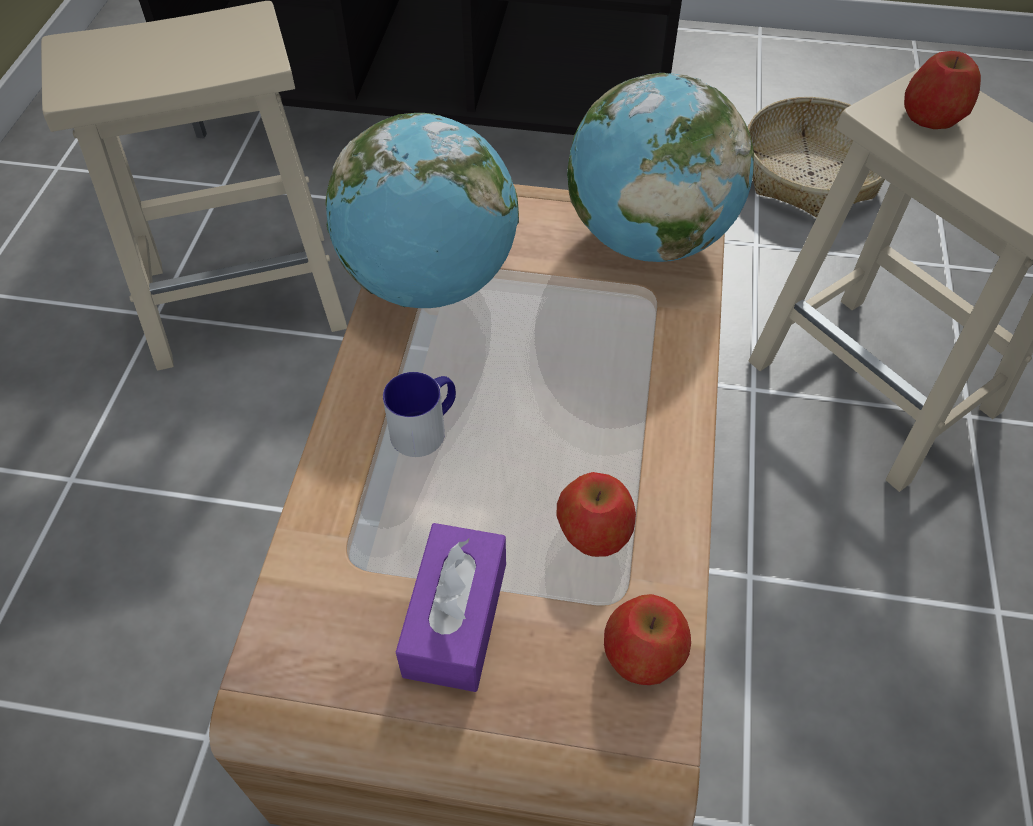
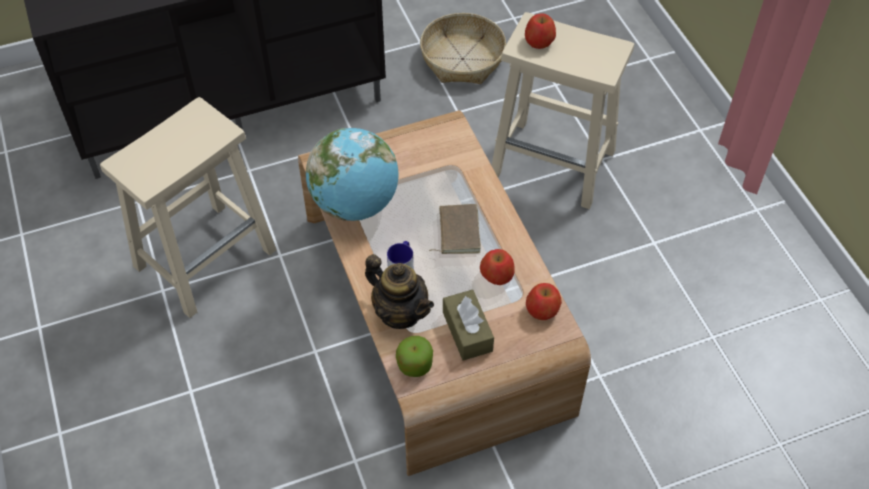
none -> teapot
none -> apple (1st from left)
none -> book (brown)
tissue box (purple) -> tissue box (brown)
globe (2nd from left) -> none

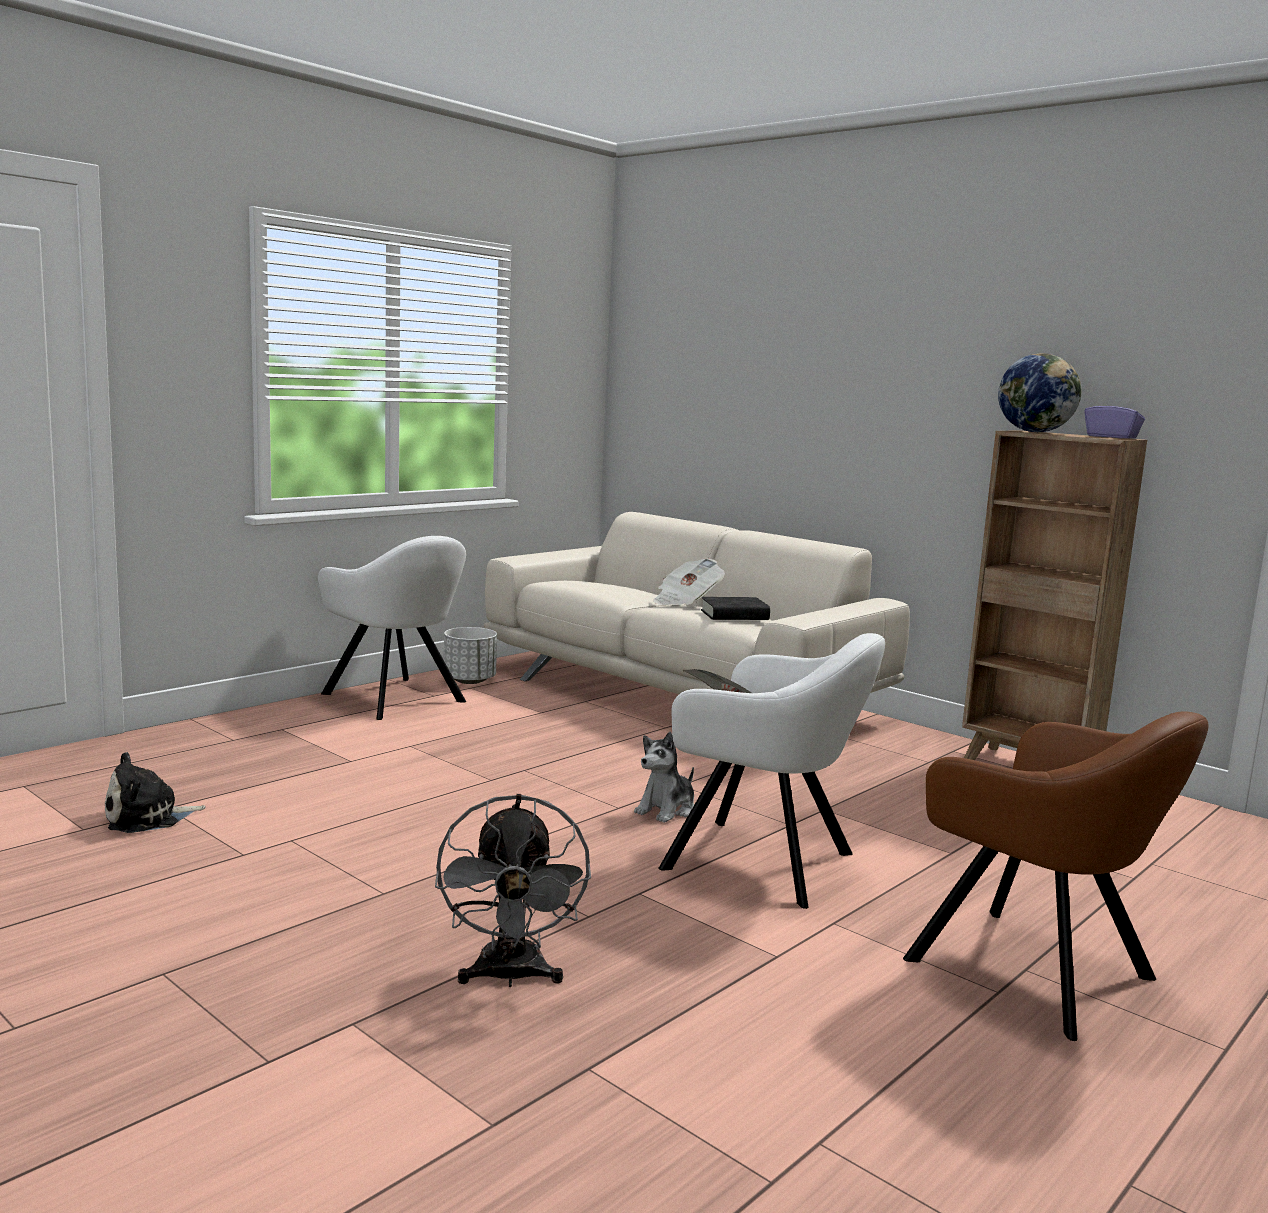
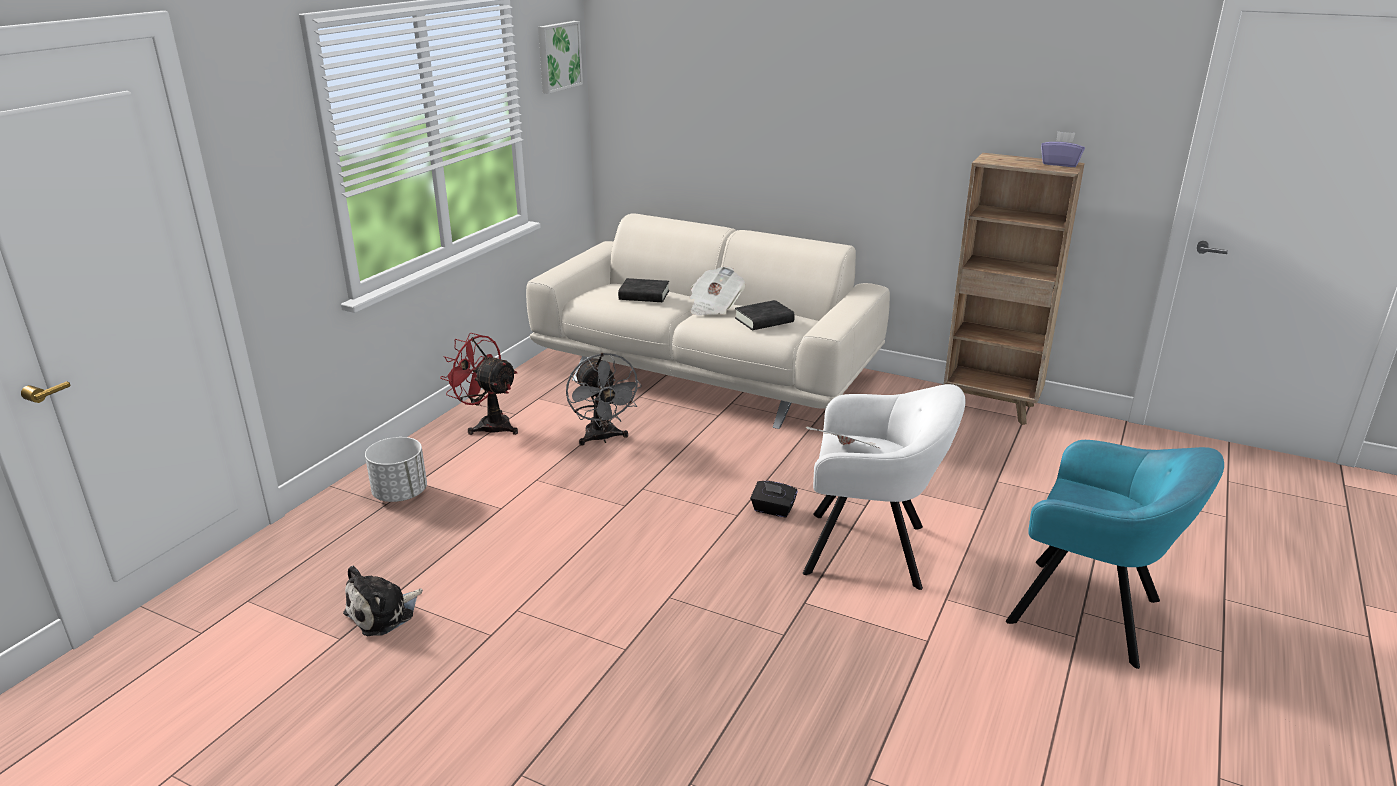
planter (white), moved
armchair (white) (1st from left) -> fan (red)
none -> picture
fan (grey), moved
none -> book (black) (1st from left)
plush toy (2nd from left) -> tissue box (black)
armchair (brown) -> armchair (turquoise)
globe -> none

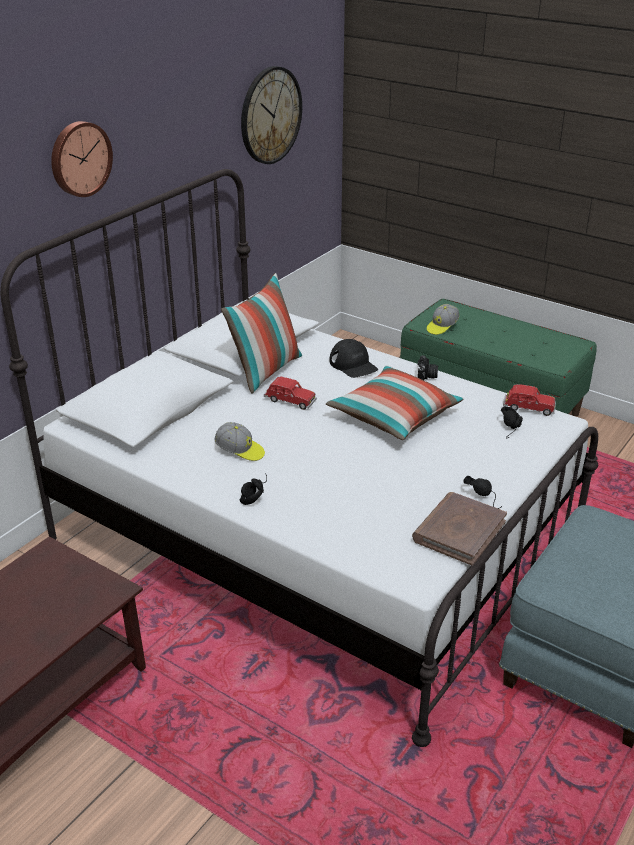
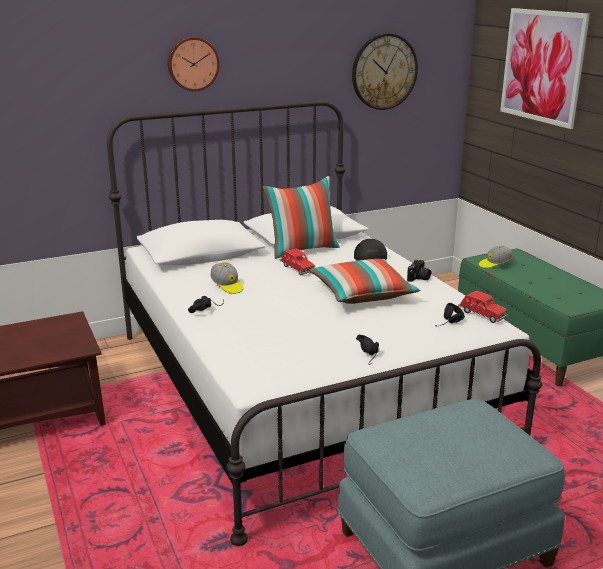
none -> picture
book (brown) -> none

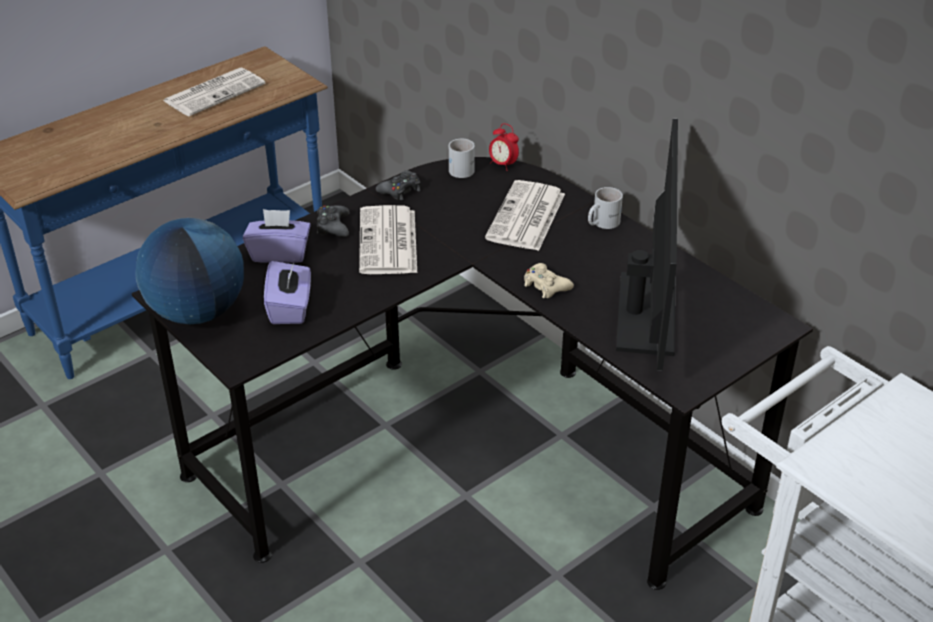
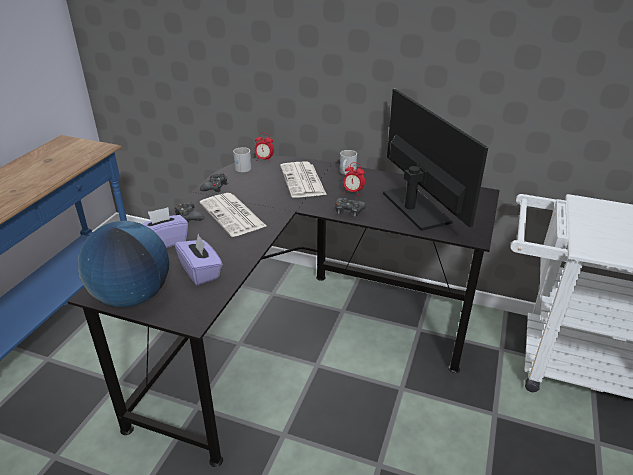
game controller (beige) -> game controller (black) (3rd from left)
none -> alarm clock (2nd from left)
newspaper (1st from left) -> none

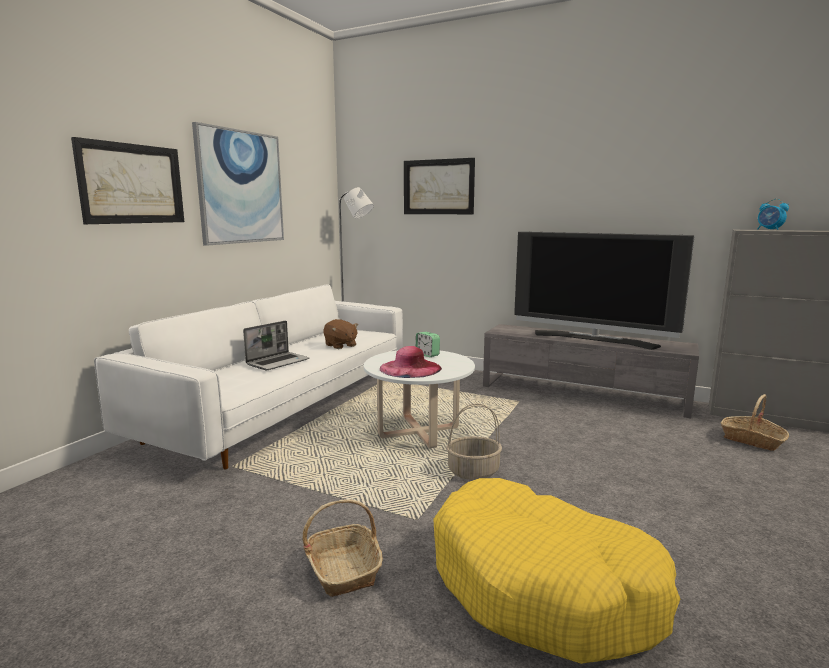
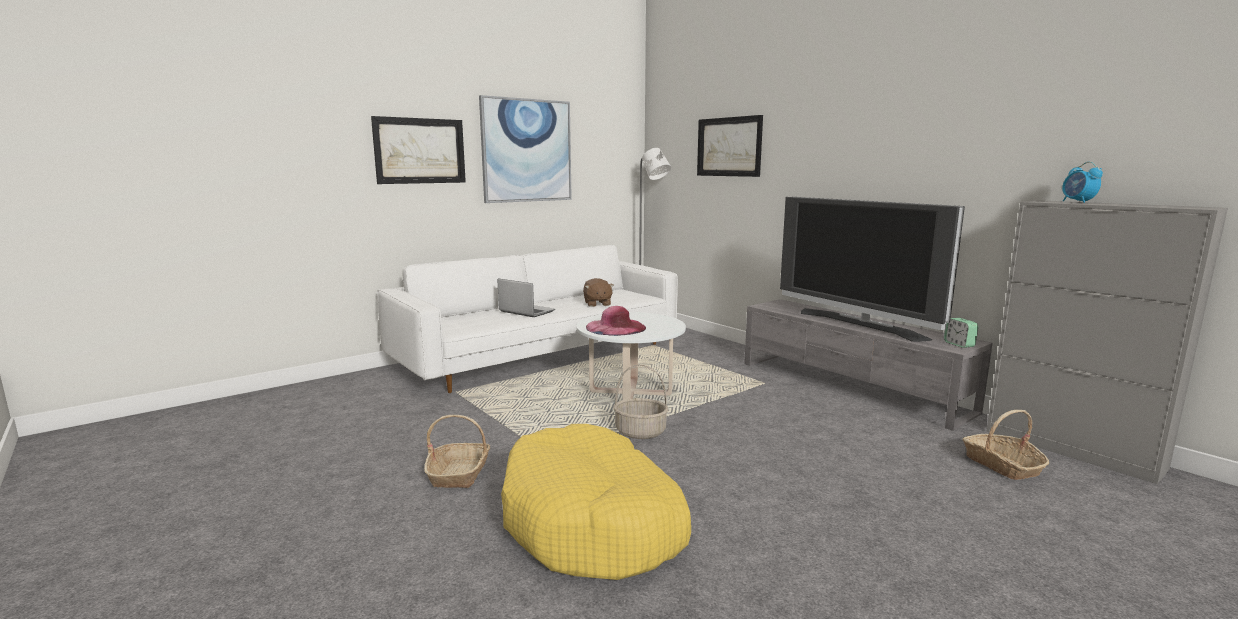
laptop, 120 degrees counterclockwise
alarm clock (1st from left), moved

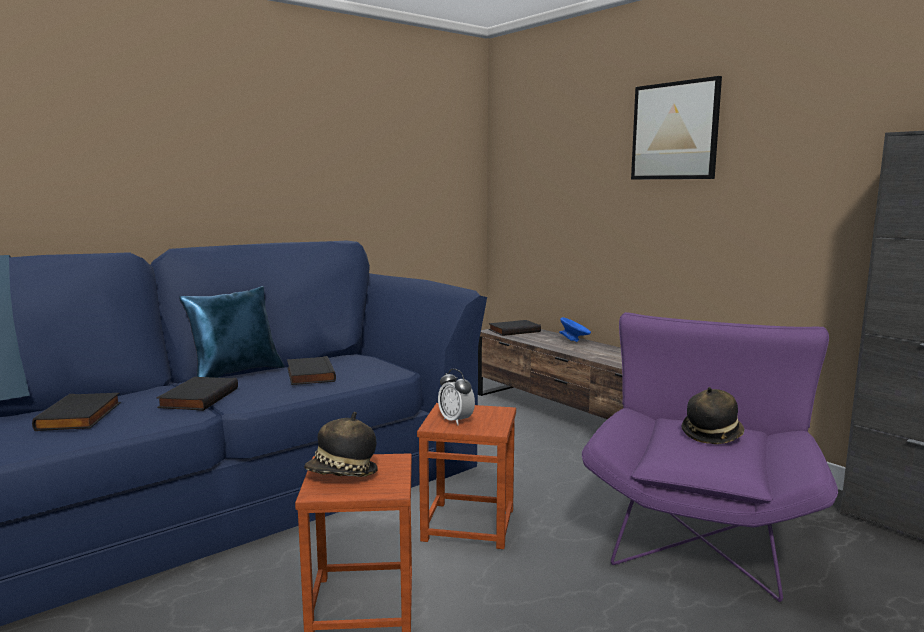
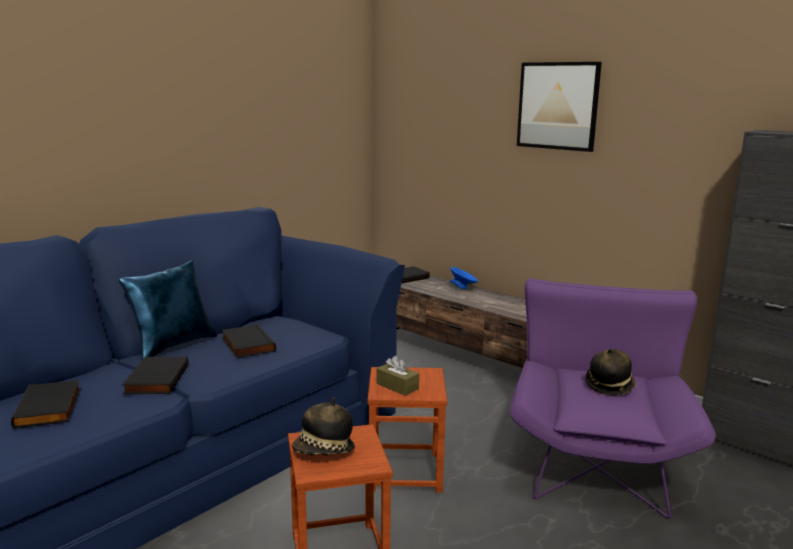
alarm clock -> tissue box (brown)

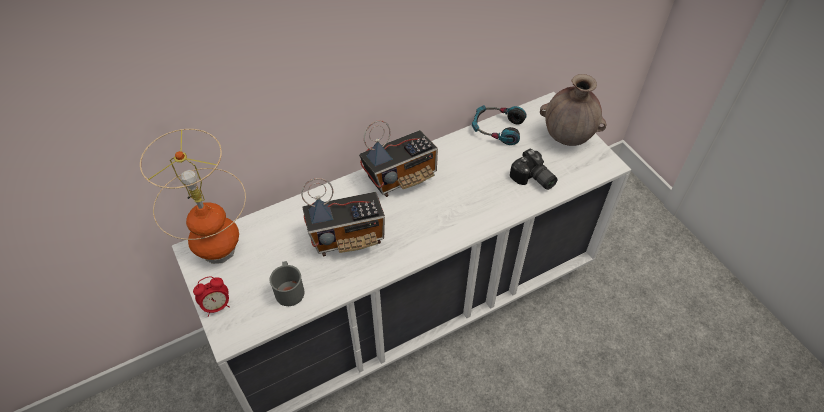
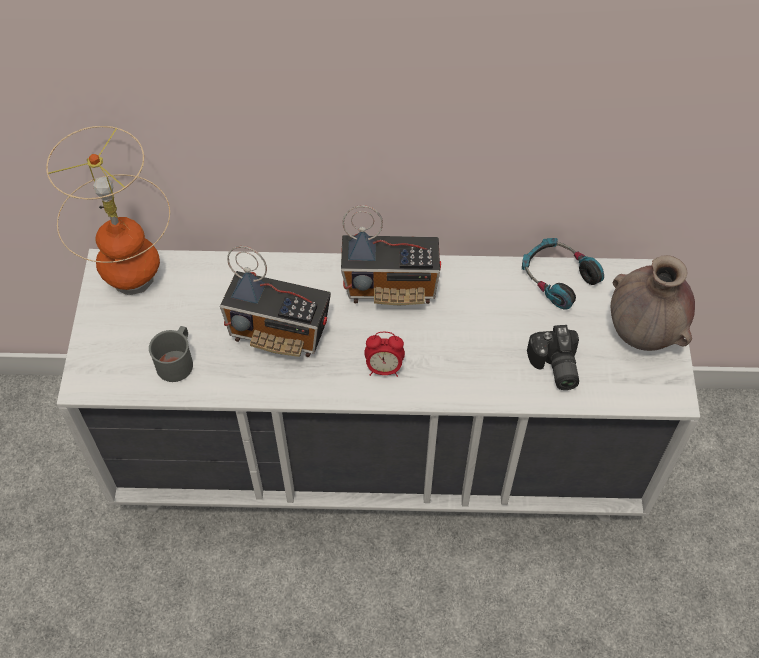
alarm clock, moved

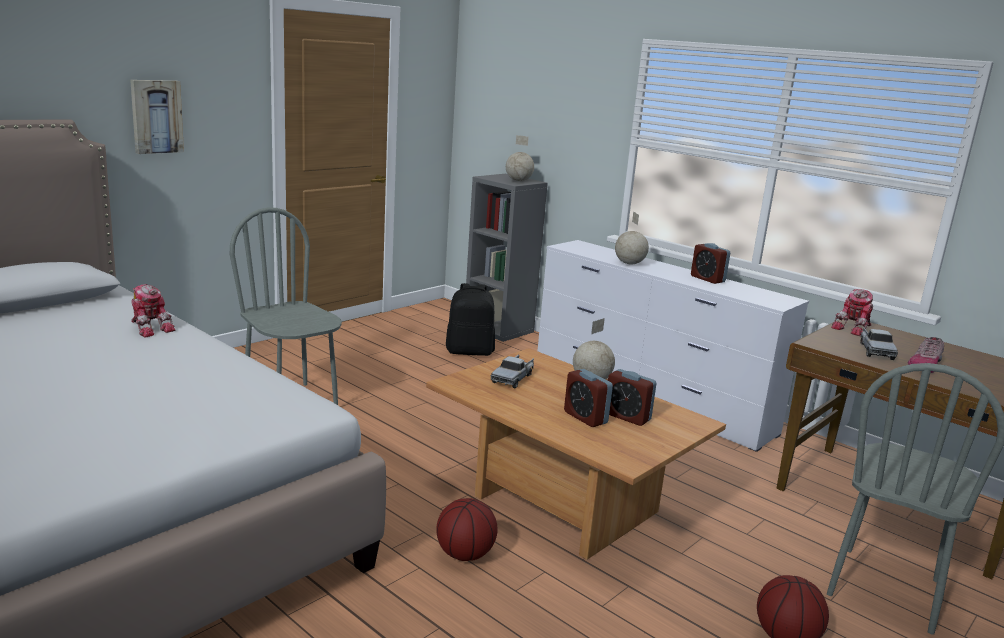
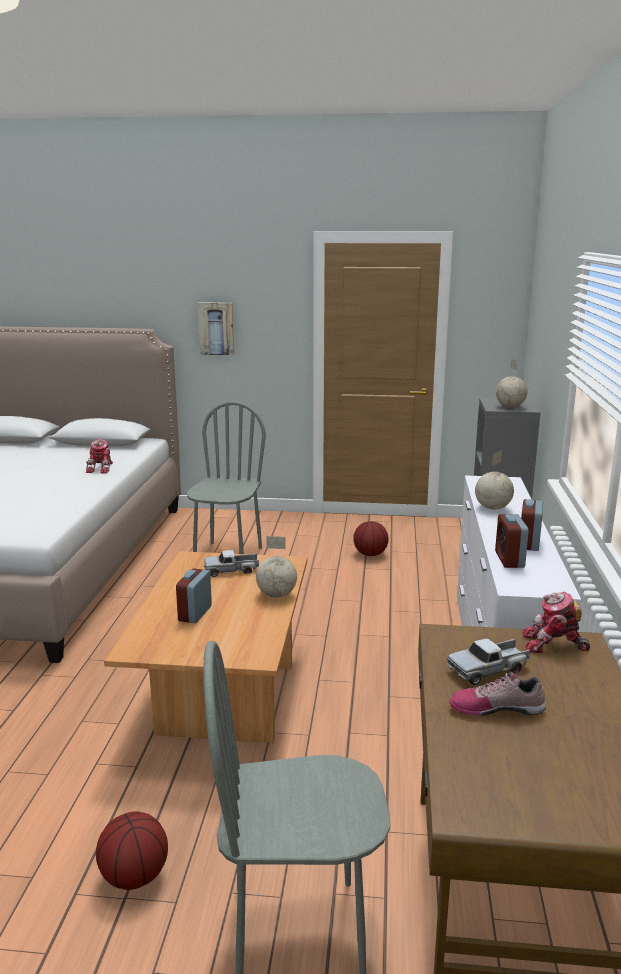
basketball (1st from left in the first image) -> basketball (2nd from left), moved
alarm clock (2nd from left), moved
backpack (black) -> none

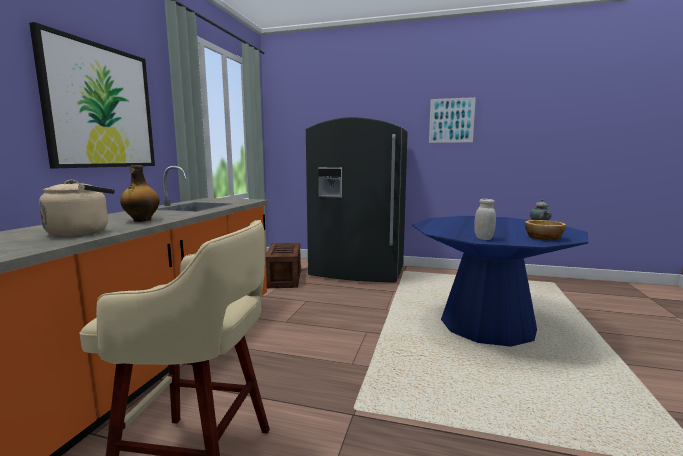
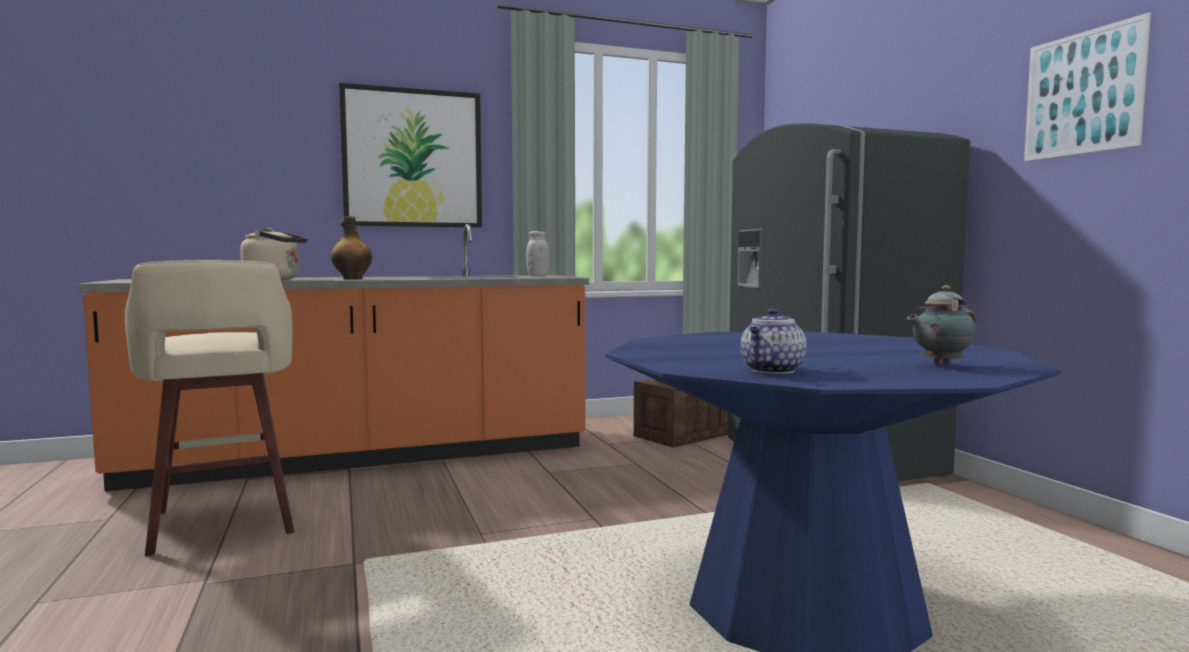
jar (white), moved
bowl -> teapot (1st from left)

